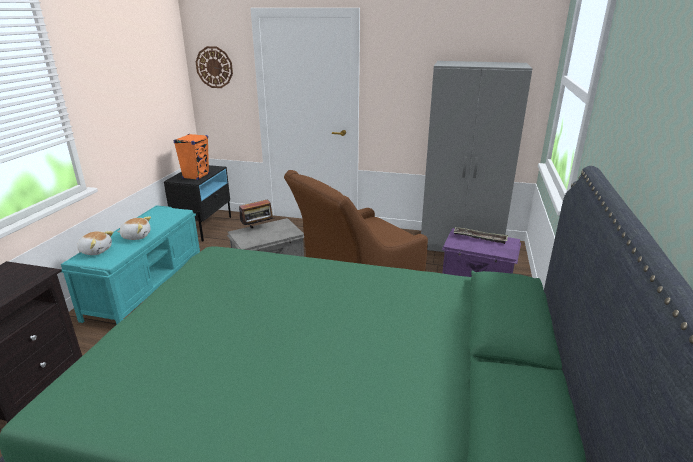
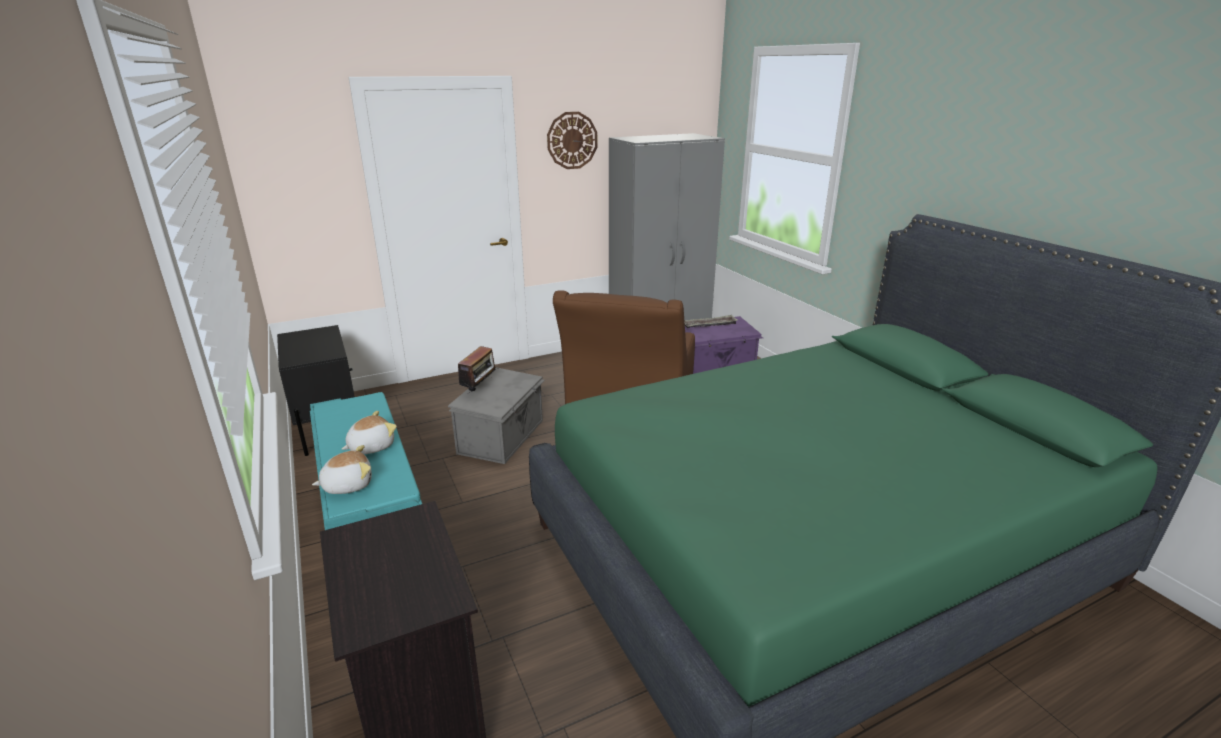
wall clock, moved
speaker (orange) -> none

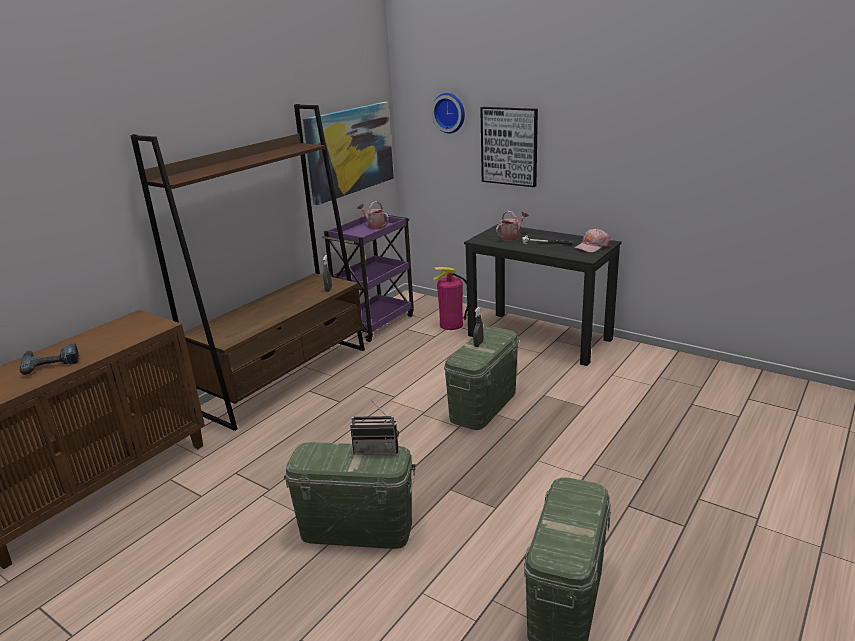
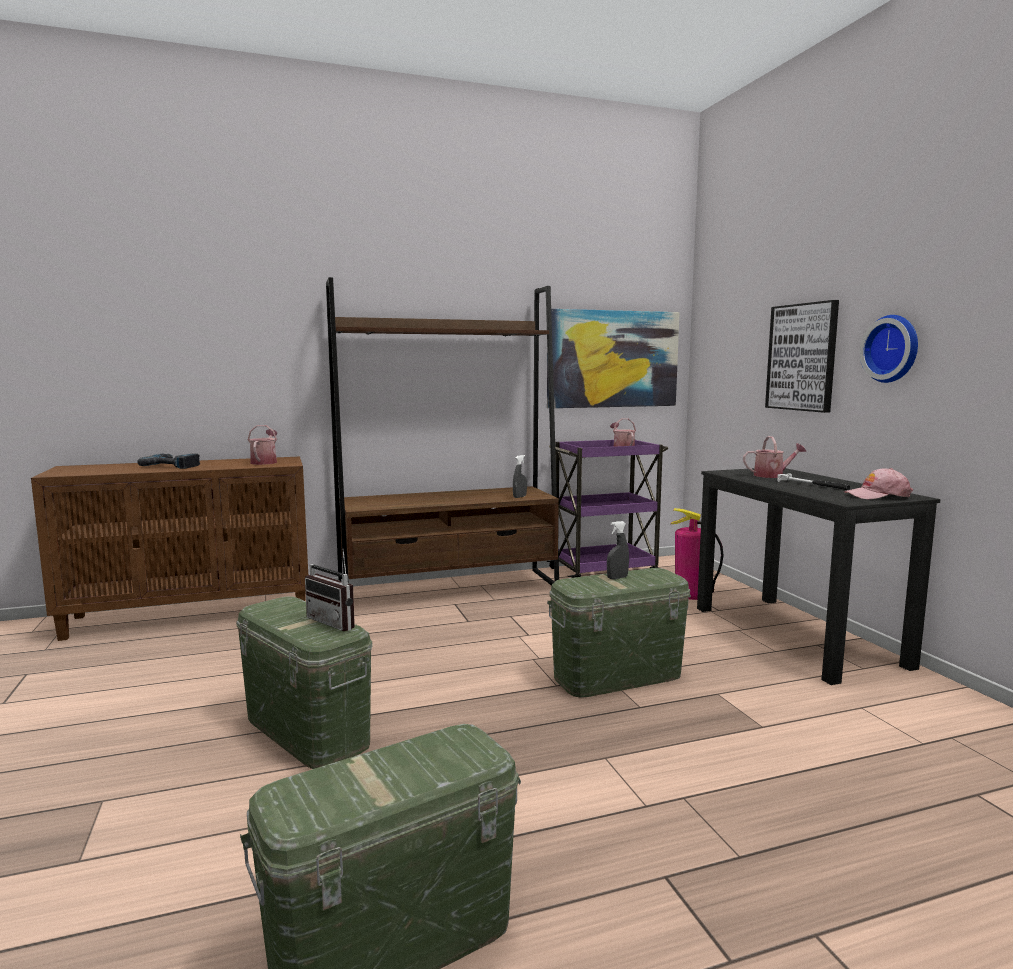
none -> watering can (1st from left)
wall clock, moved

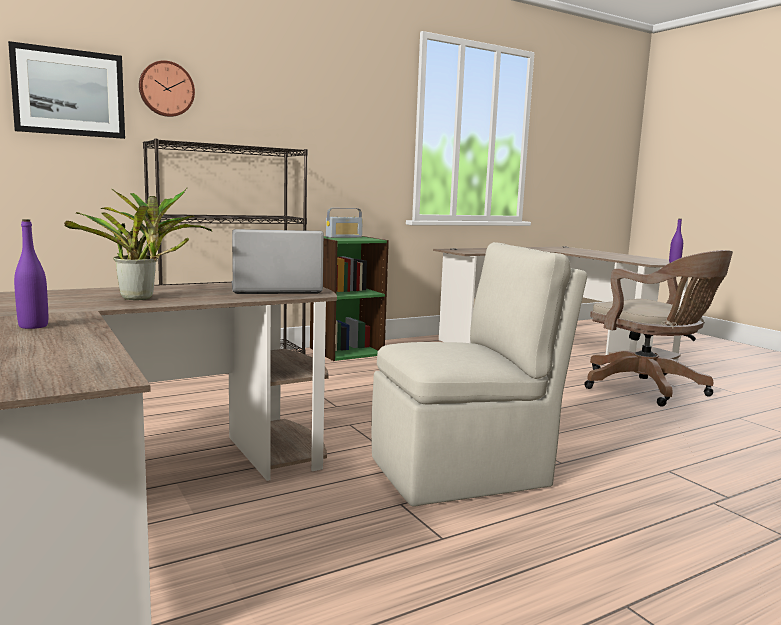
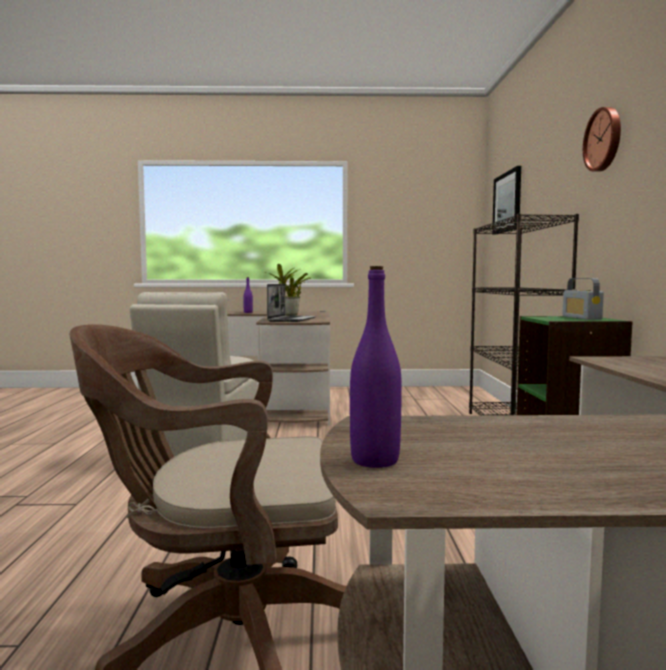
wall clock, moved

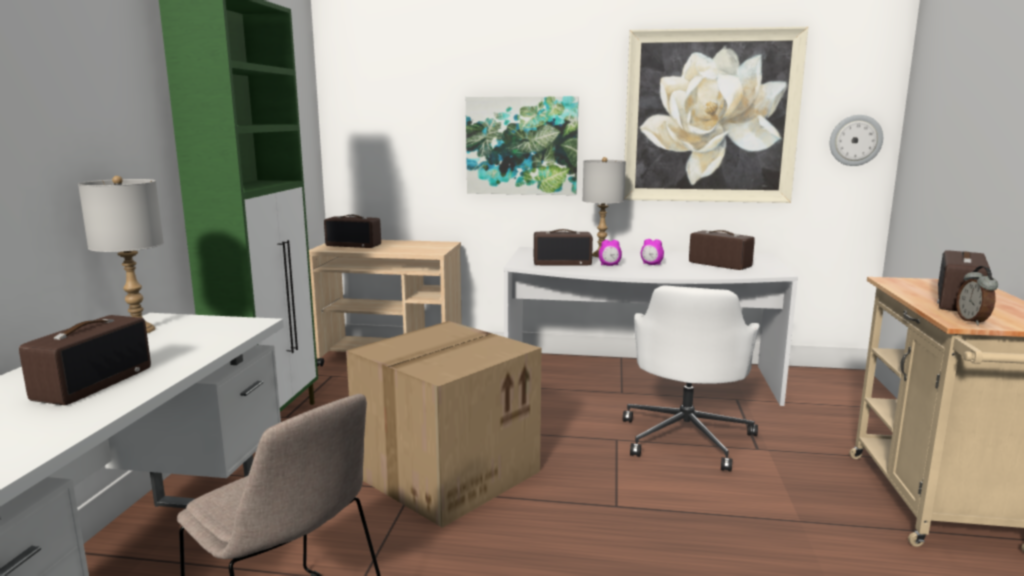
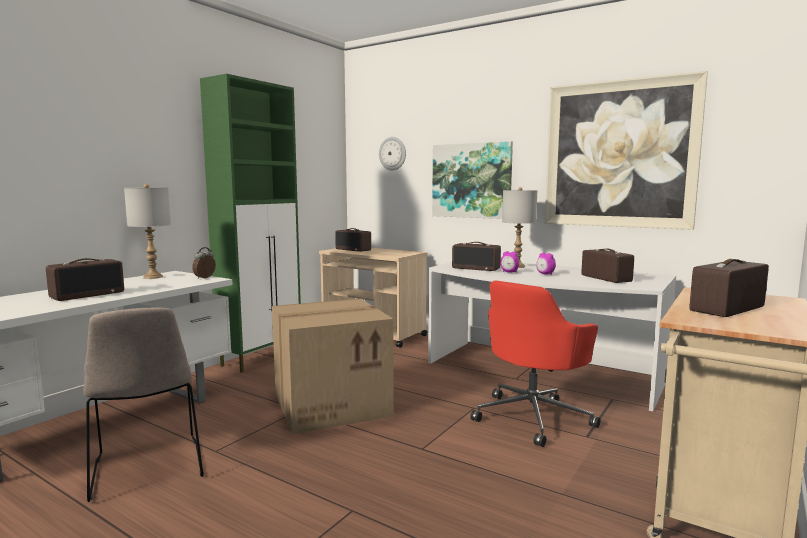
alarm clock (3rd from left in the first image) -> alarm clock (1st from left), moved
wall clock, moved
office chair (white) -> office chair (red)

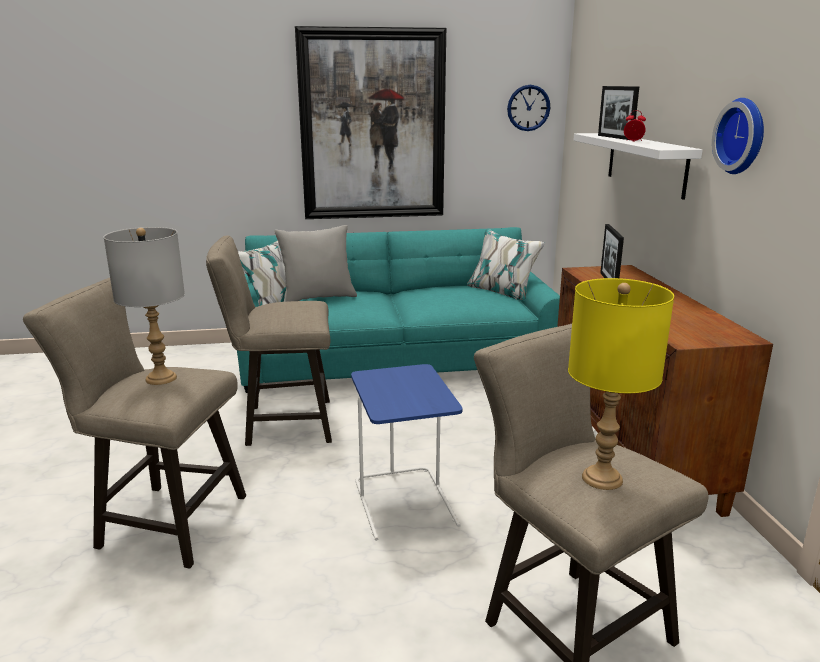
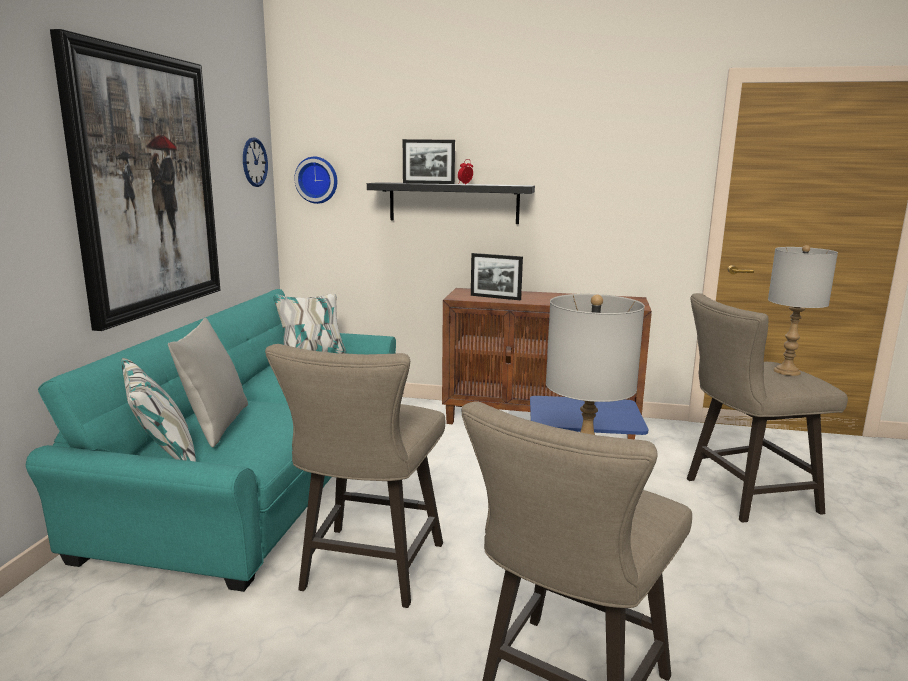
wall clock (2nd from left), moved
shelf (white) -> shelf (black)
table lamp (yellow) -> table lamp (grey) (2nd from left)

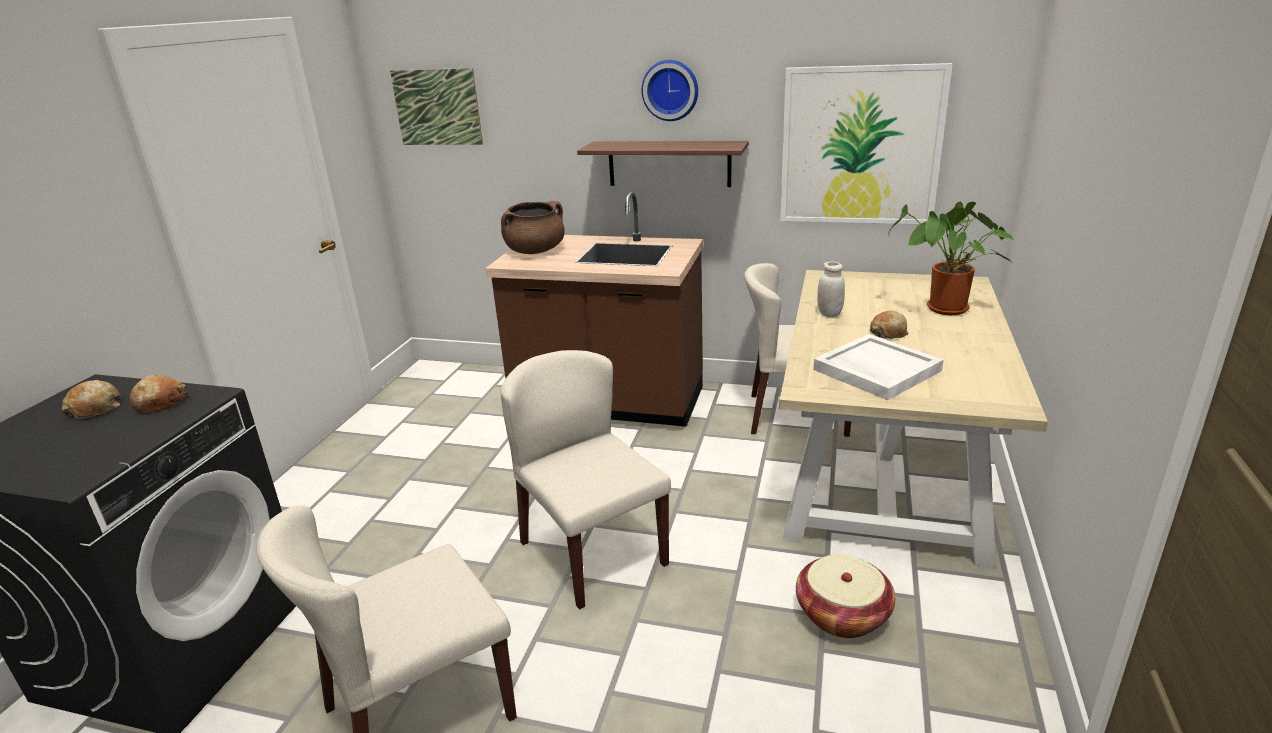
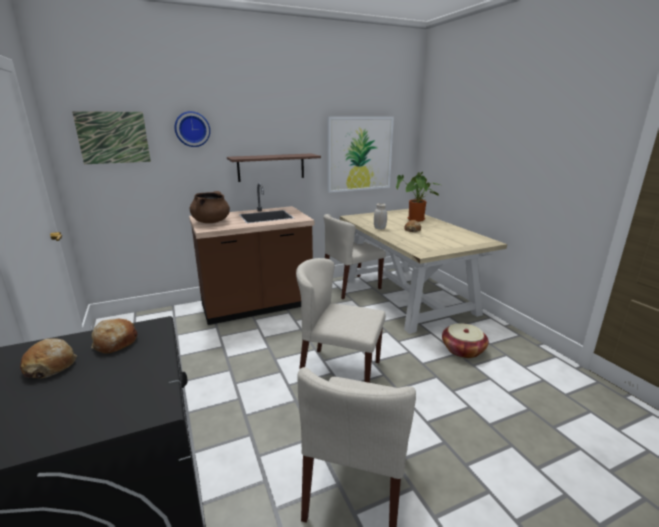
wall clock, moved
tray (white) -> none

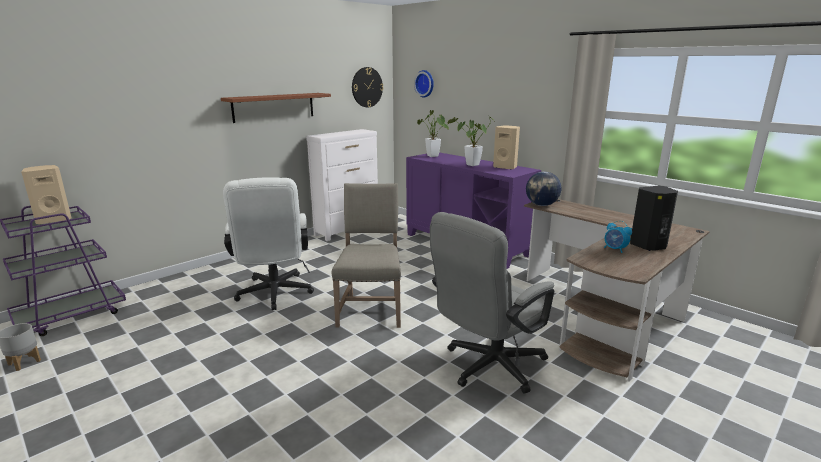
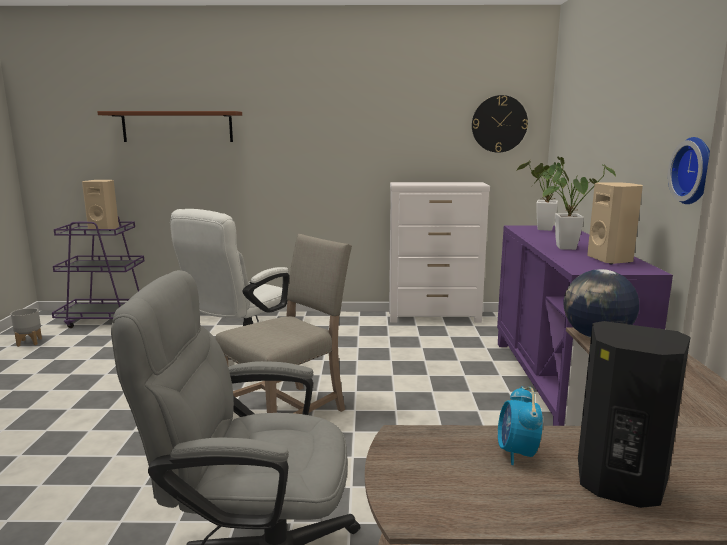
shelf (brown), moved
wall clock (2nd from left), moved

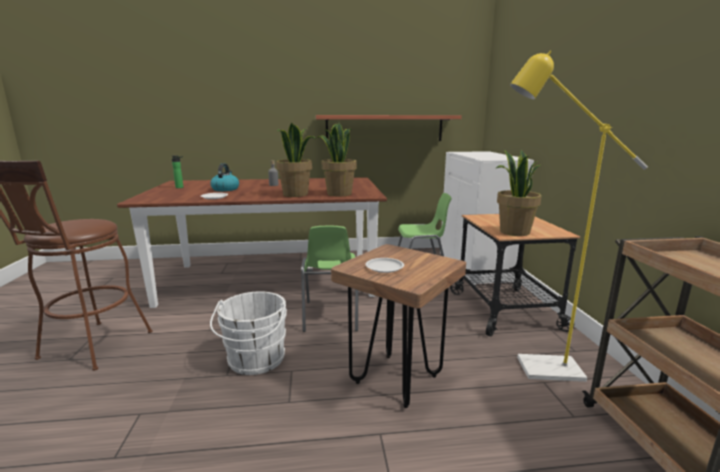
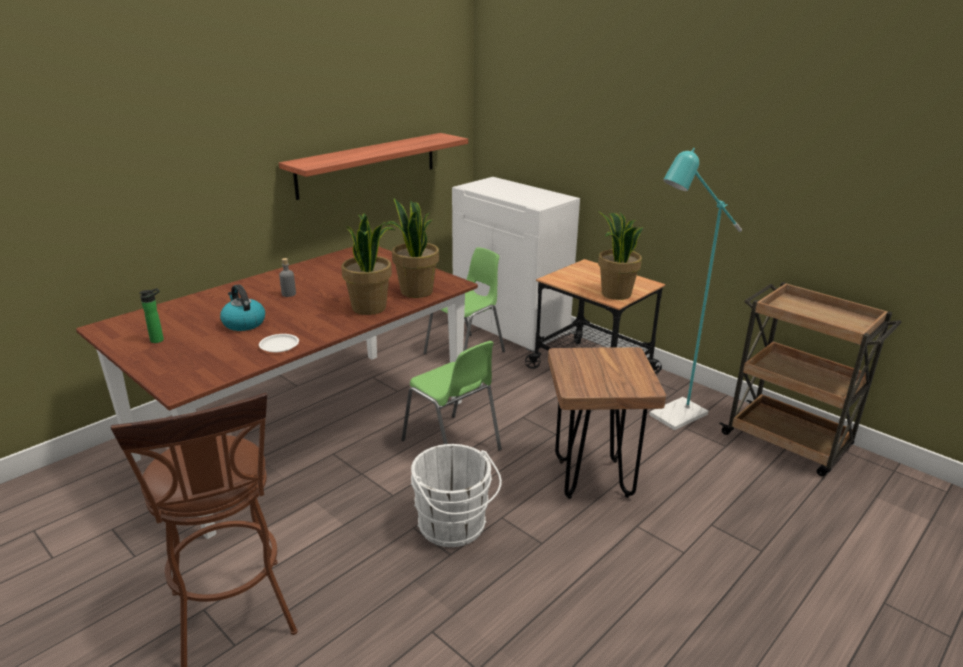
floor lamp (yellow) -> floor lamp (turquoise)
plate (white) (2nd from left) -> none

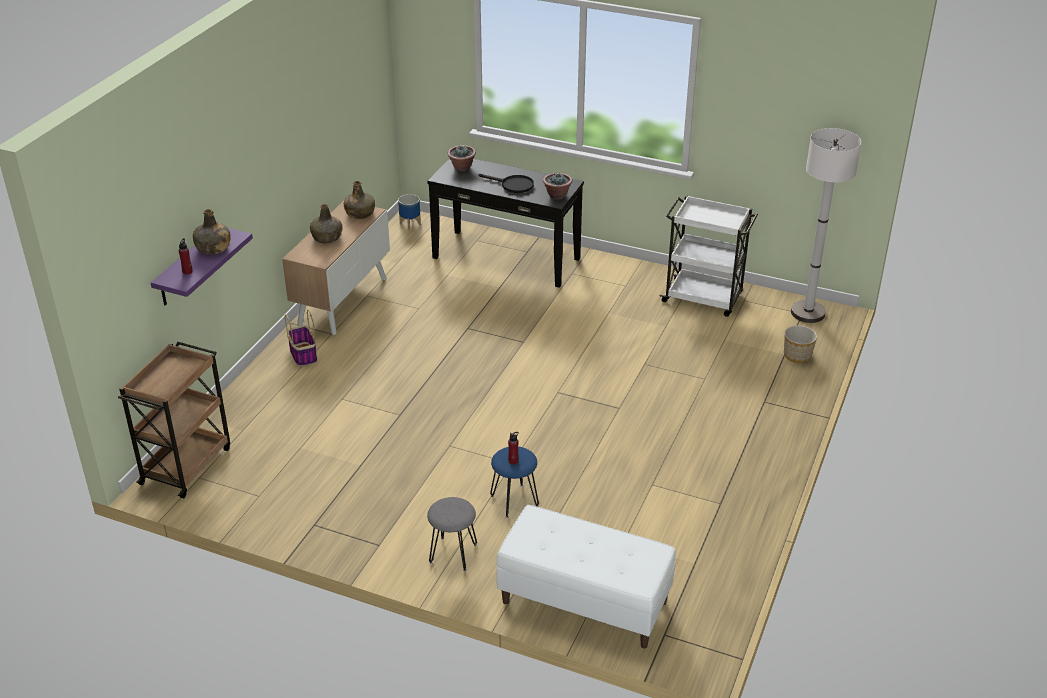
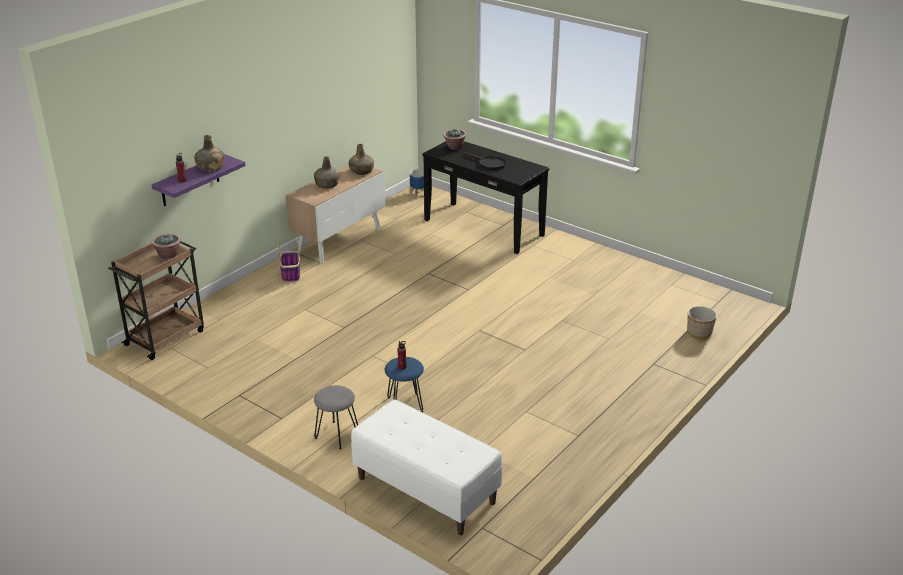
potted plant (2nd from left in the first image) -> potted plant (1st from left), moved
cart (white) -> none
floor lamp (white) -> none

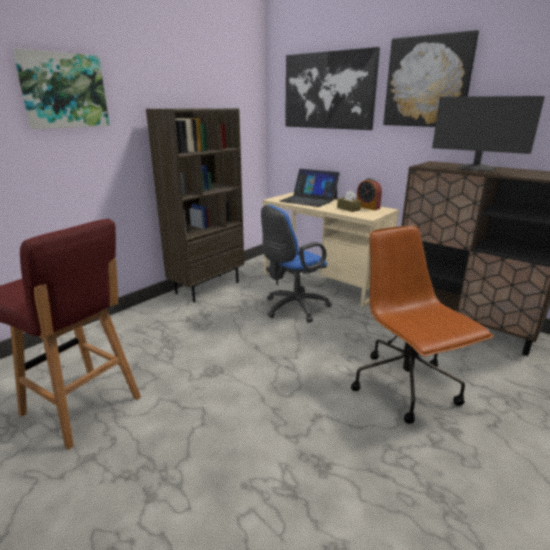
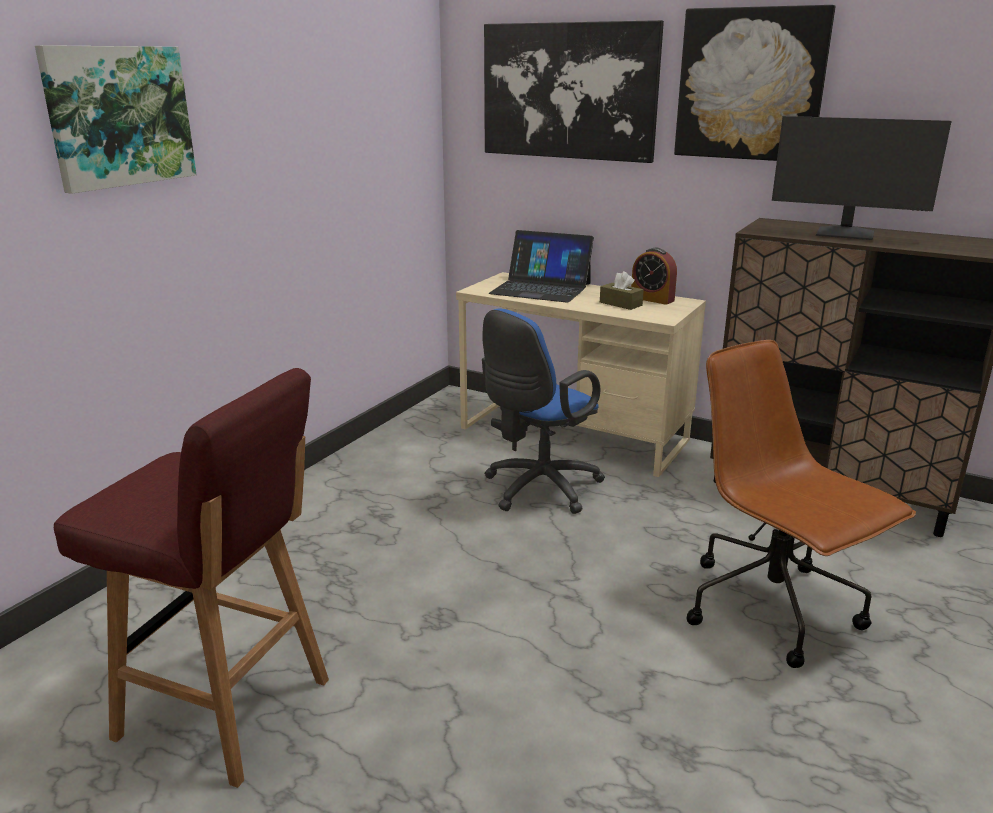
bookcase (brown) -> none

